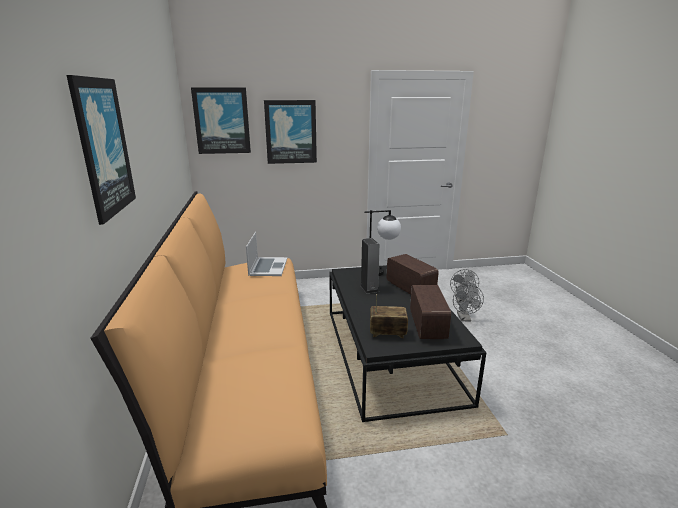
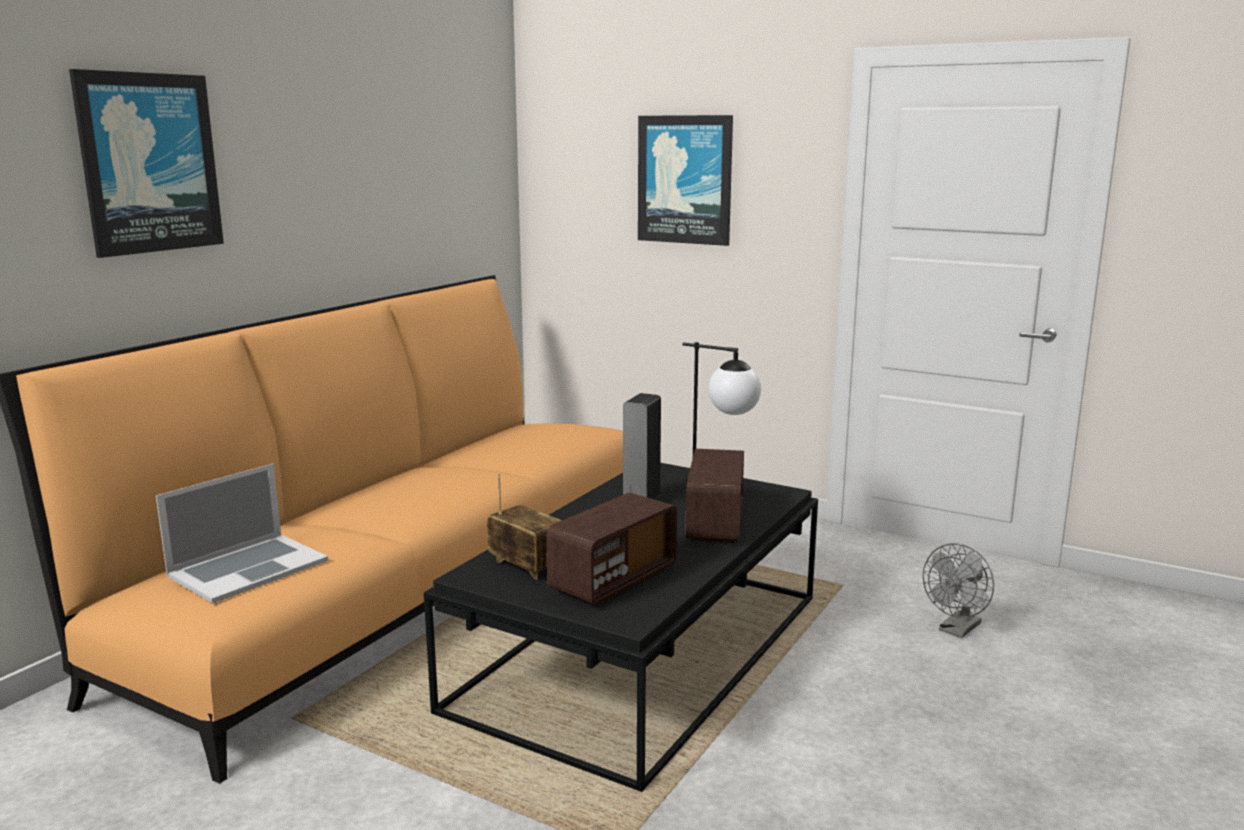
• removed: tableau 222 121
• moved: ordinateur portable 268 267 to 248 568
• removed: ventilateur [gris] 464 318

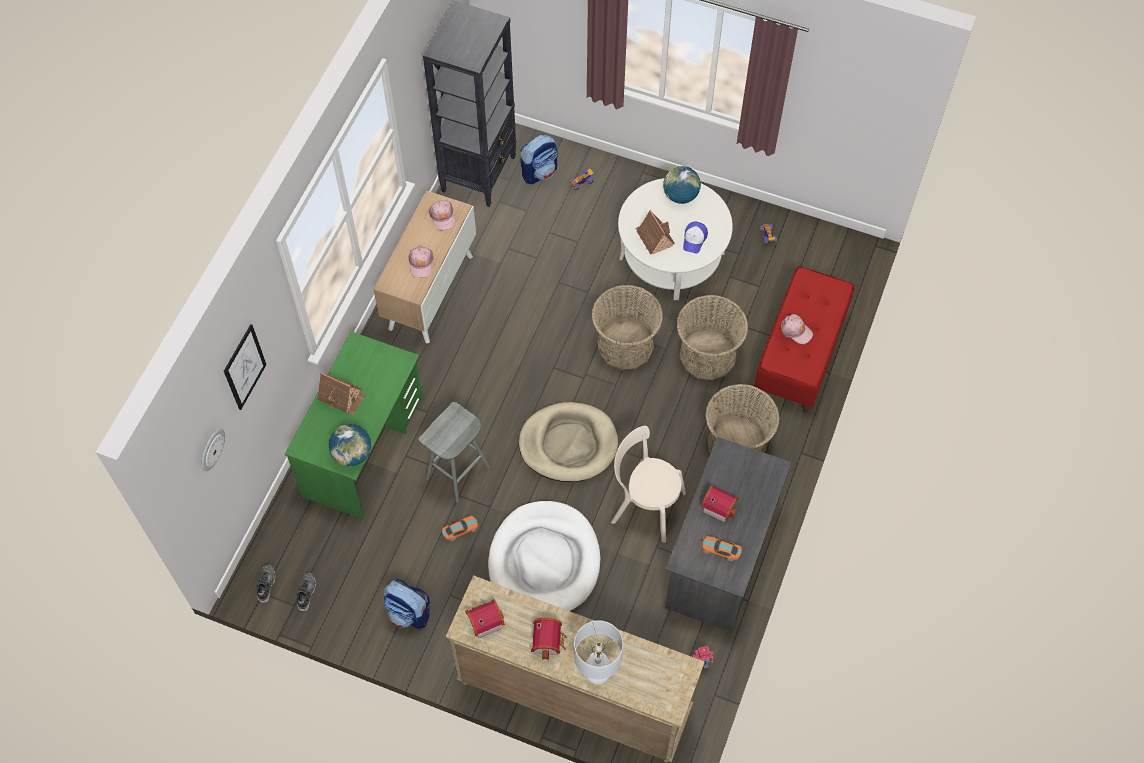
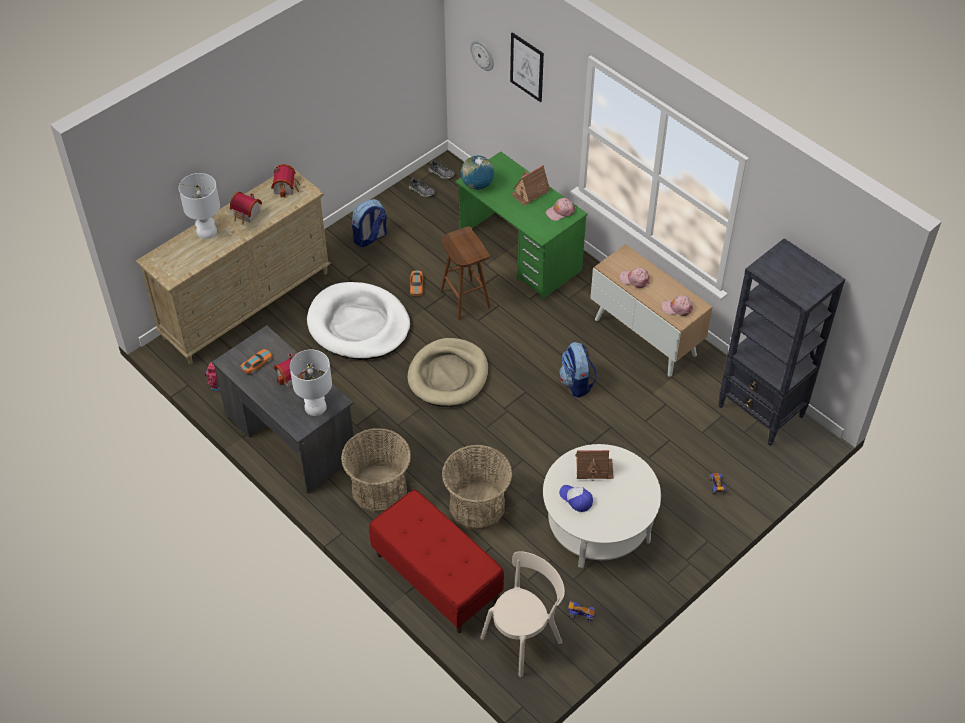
• recoloured: tabouret [gris] 457 473 to tabouret [marron] 464 299
• moved: sac à dos 539 172 to 576 383
• removed: panier 625 345
• moved: chaise [beige] 644 505 to 524 637
• removed: globe 680 196
• moved: casquette [rose] 796 331 to 560 211
• added: lampe de table [blanc] 316 407

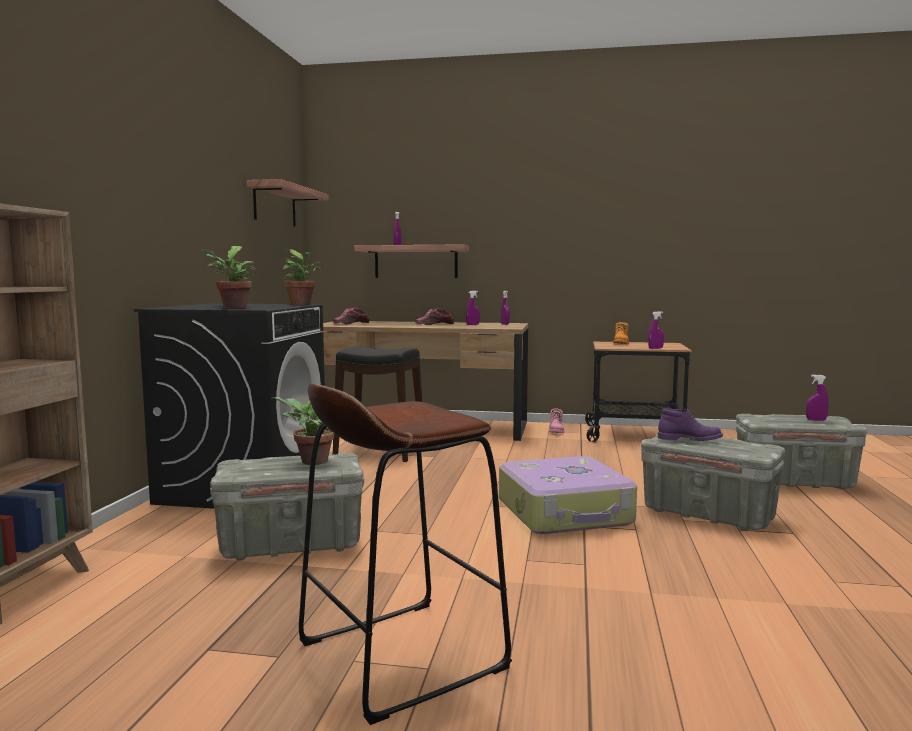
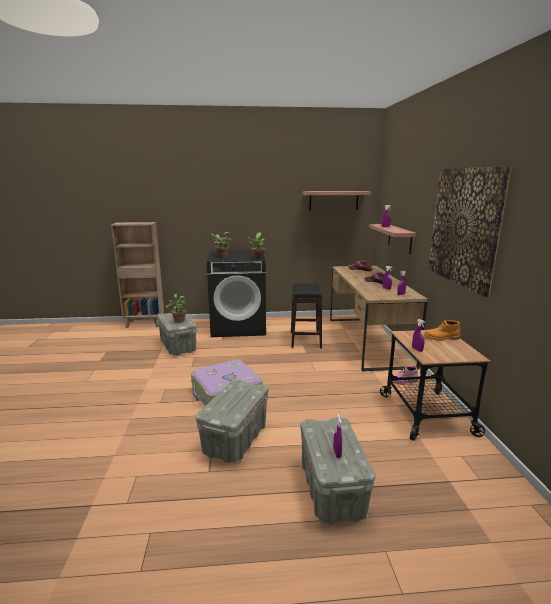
• removed: tabouret [marron] 401 655
• removed: botte [violet] 689 439
• added: tableau 464 227

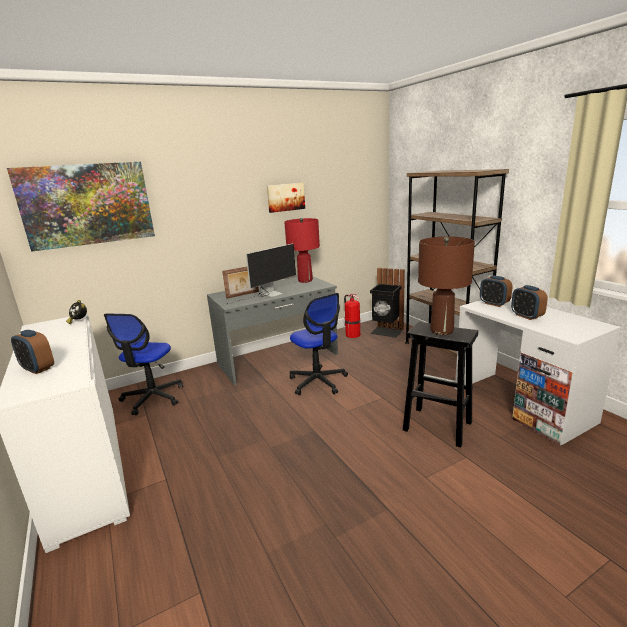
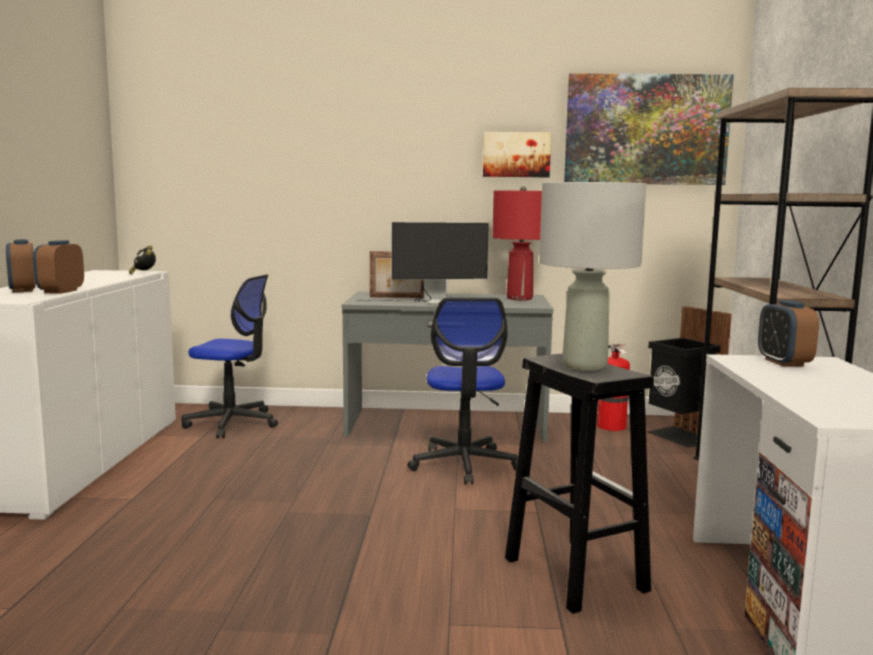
• moved: tableau 87 205 to 646 130
• turned: chaise de bureau 153 398 = 232 423 120 degrees counterclockwise
• recoloured: lampe de table [marron] 441 331 to lampe de table [gris] 584 366
• moved: réveil 526 316 to 60 291

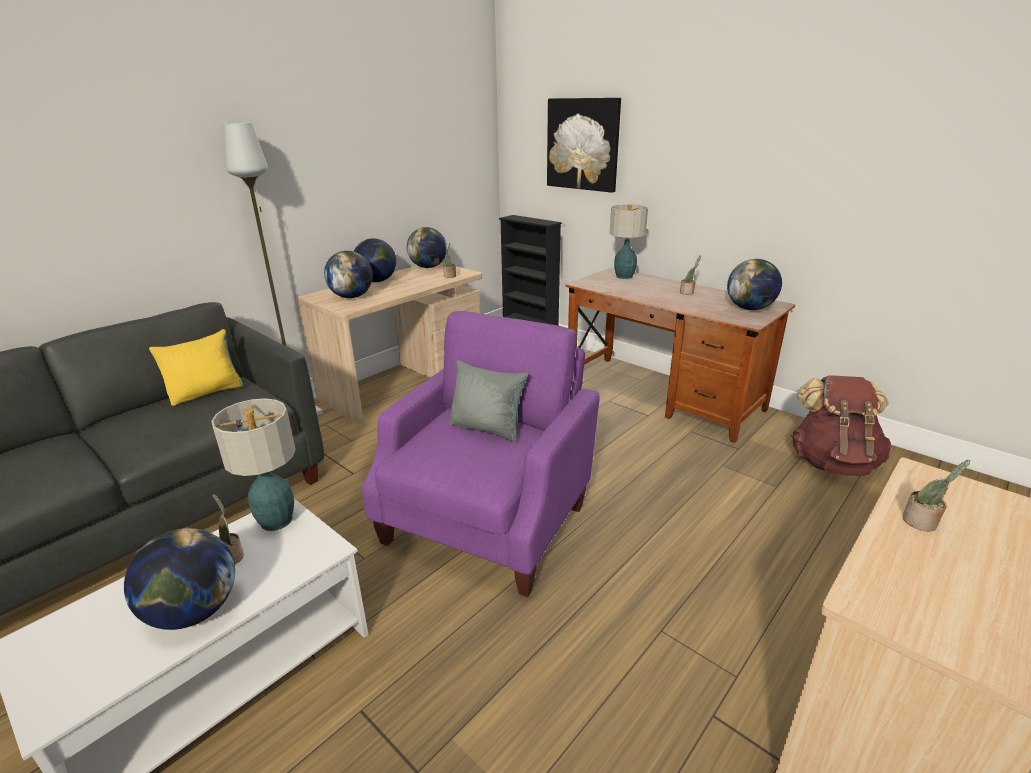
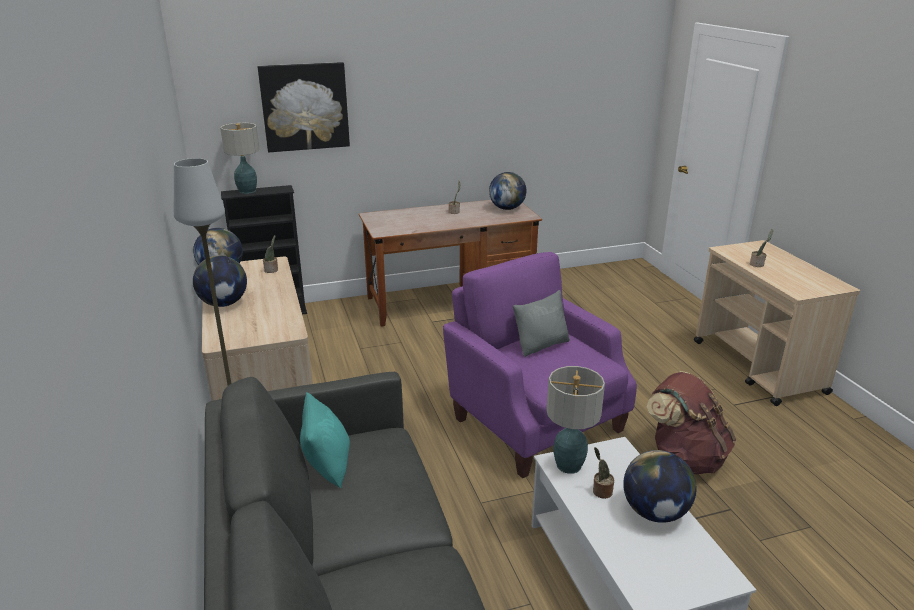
• recoloured: coussin [jaune] 206 392 to coussin [turquoise] 327 465
• removed: globe 352 297
• moved: lampe de table 624 277 to 247 191
• moved: sac à dos [marron] 832 462 to 684 458

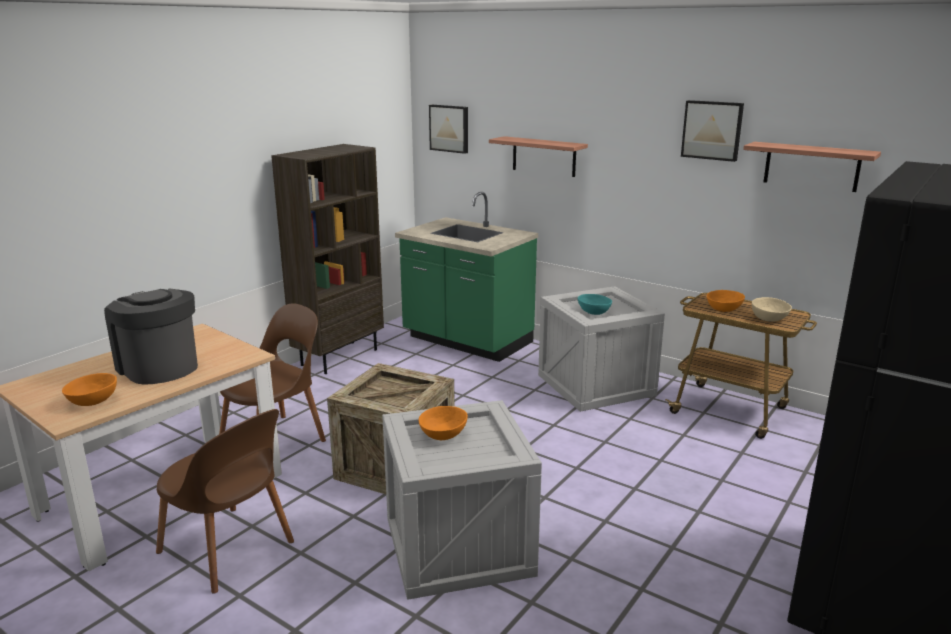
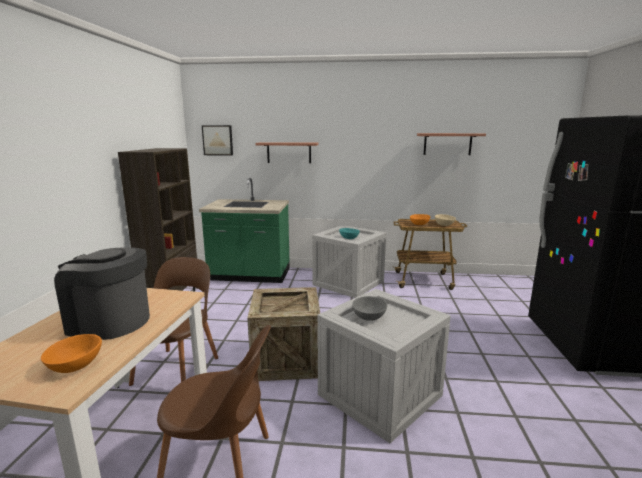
• recoloured: bol [orange] 443 434 to bol [gris] 369 316
• removed: tableau 712 130

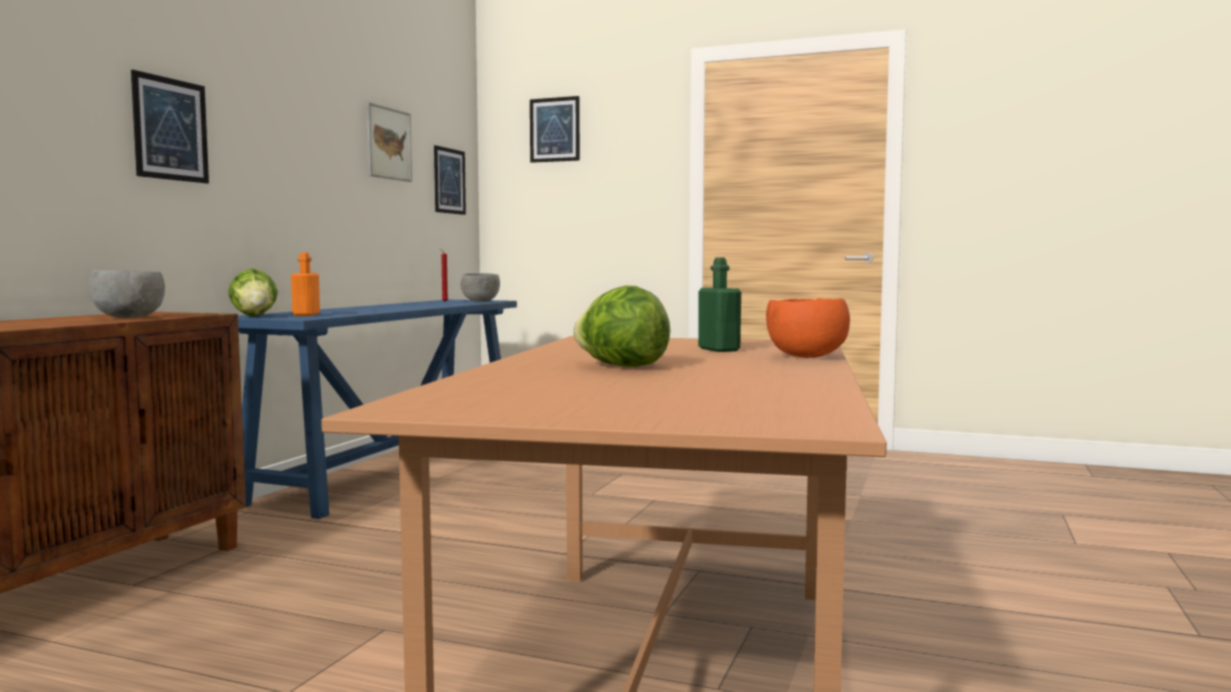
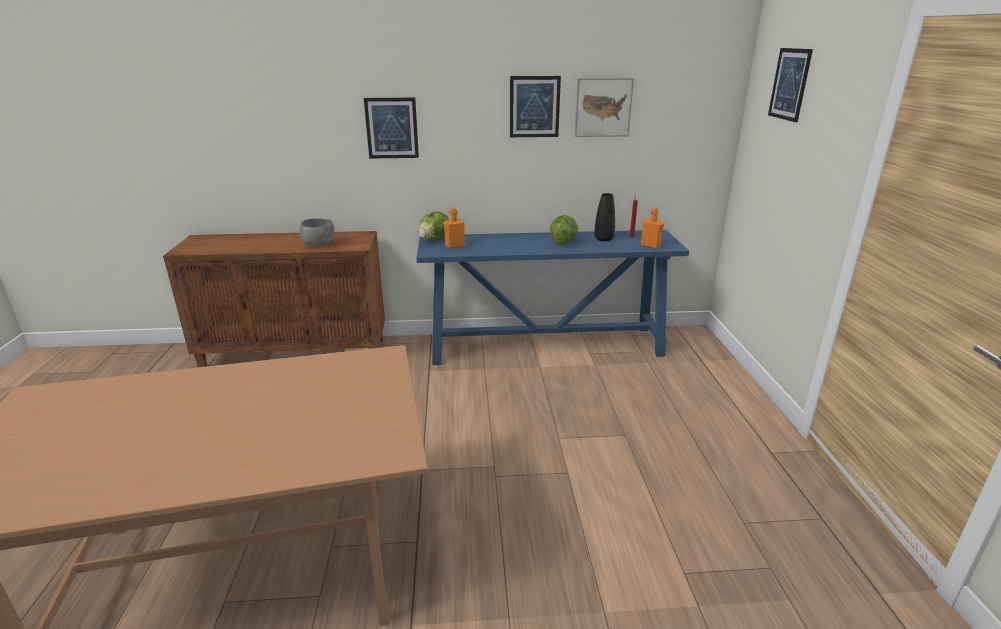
• moved: tableau 449 181 to 534 107
• replaced: bol [gris] 481 301 to bouteille [orange] 650 246
• moved: laitue 622 366 to 563 242
• removed: bouteille [vert] 719 350
• removed: bol [orange] 805 357
• added: vase [noir] 603 239

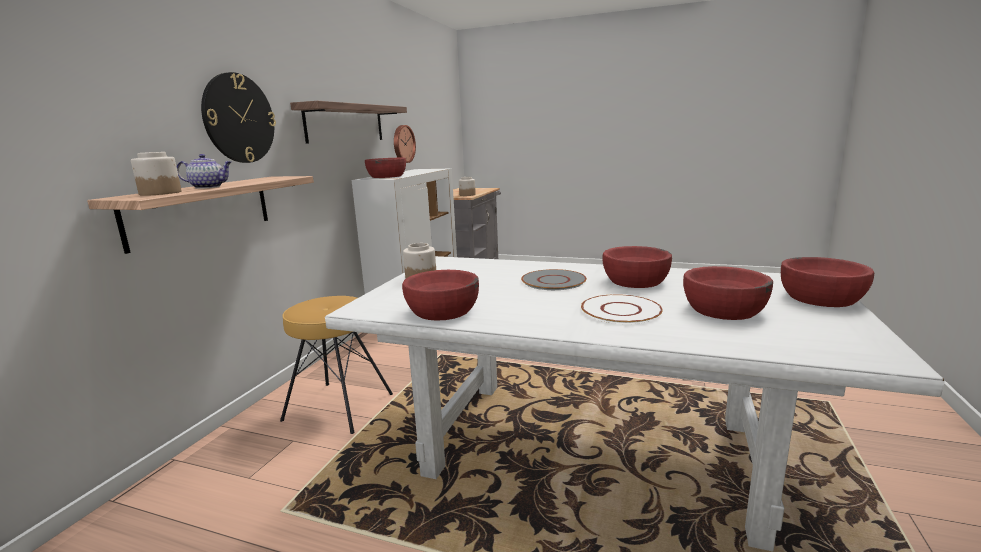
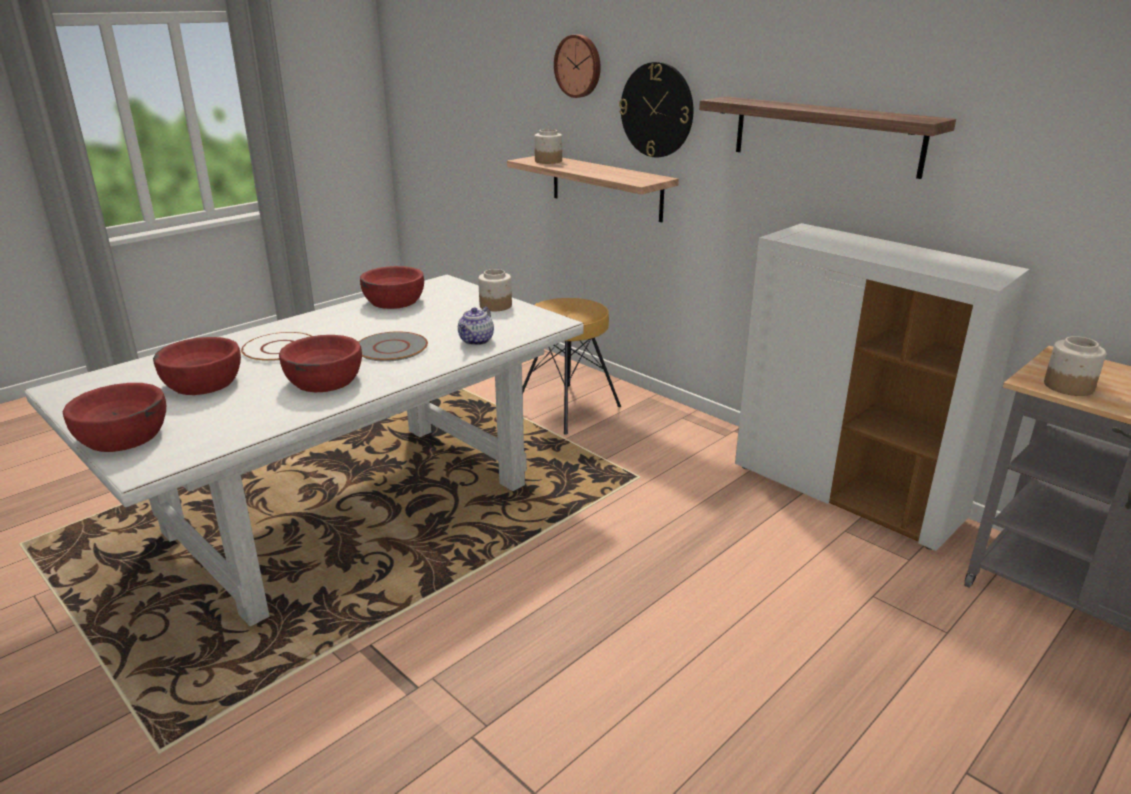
• moved: théière 209 187 to 476 341
• removed: bol [rouge] 387 176
• moved: horloge murale 403 144 to 579 66

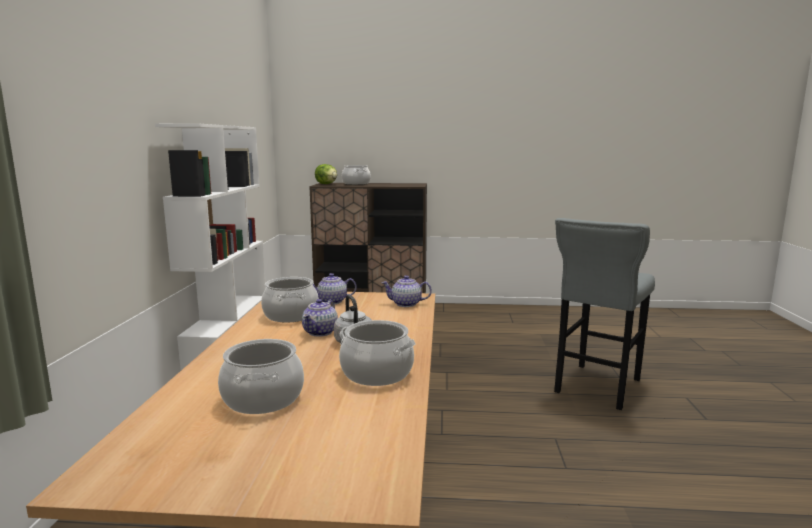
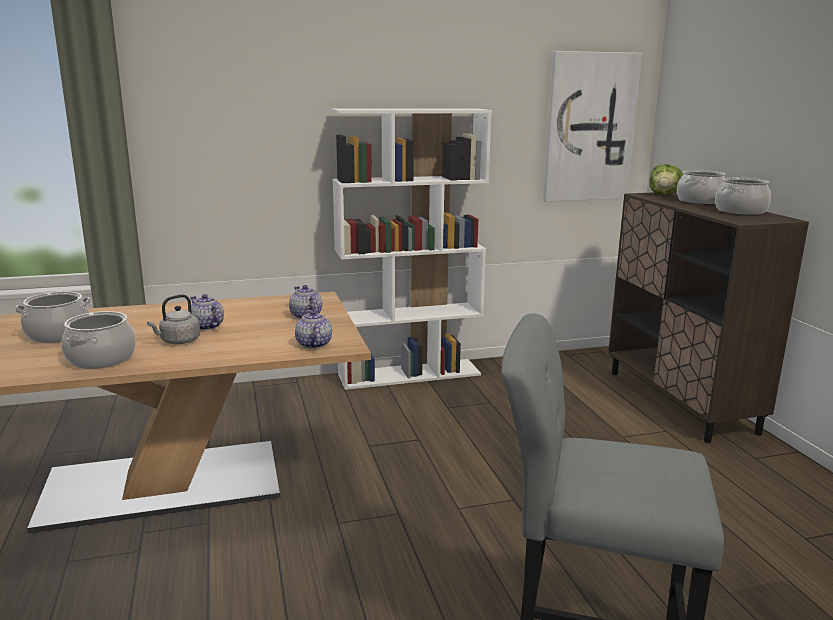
• moved: marmite 290 315 to 740 211
• turned: théière 321 332 = 206 326 45 degrees clockwise
• added: tableau 589 127

